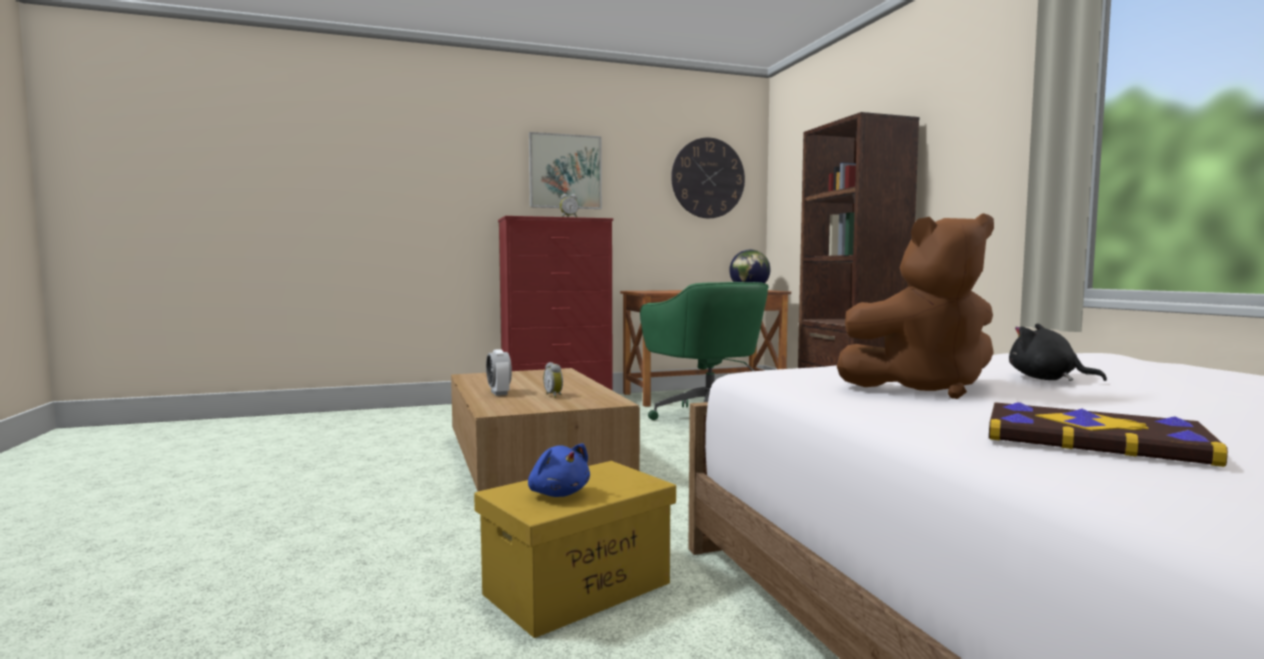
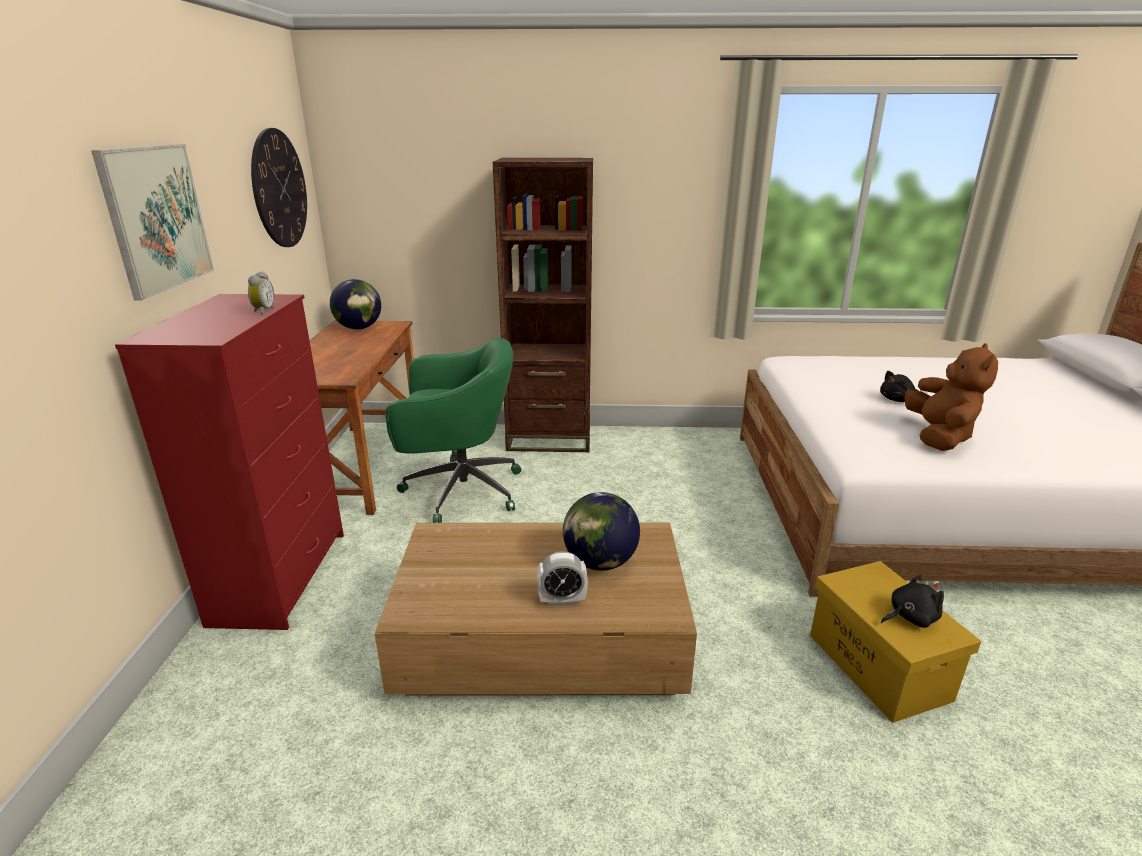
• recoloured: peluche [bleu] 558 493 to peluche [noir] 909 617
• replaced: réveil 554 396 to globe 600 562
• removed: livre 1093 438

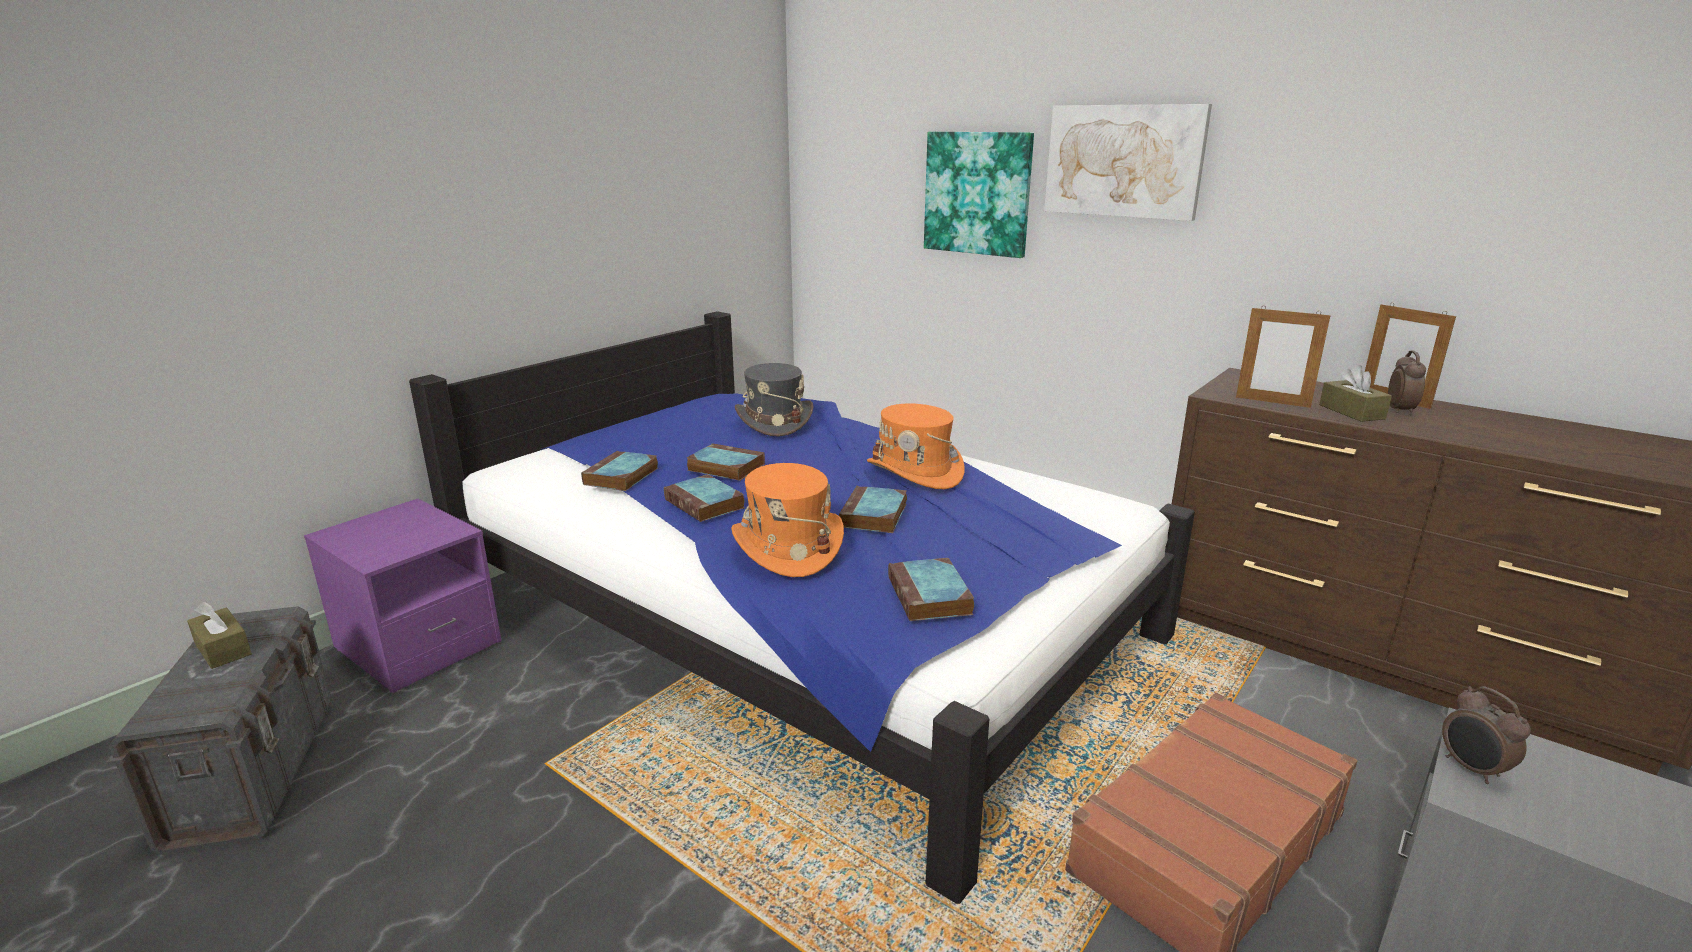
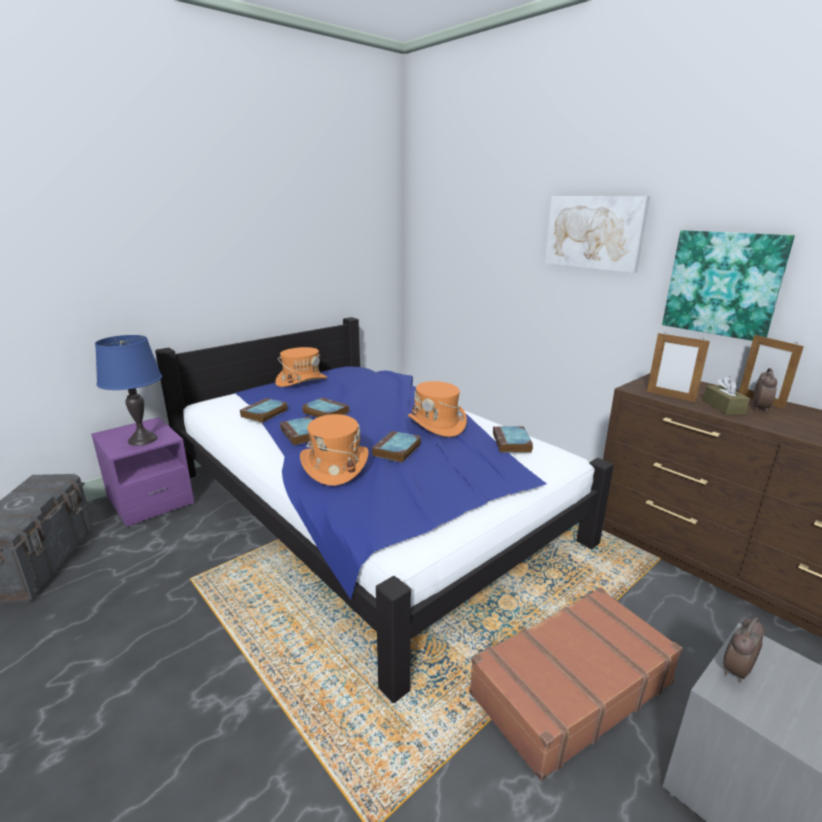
• removed: boîte à mouchoirs [marron] 223 649
• removed: chapeau [gris] 774 422
• moved: livre 930 597 to 512 443
• moved: tableau 978 193 to 723 284
• turned: réveil 1472 769 = 735 671 60 degrees clockwise
• added: lampe de table [bleu] 142 439
• added: chapeau [orange] 301 381

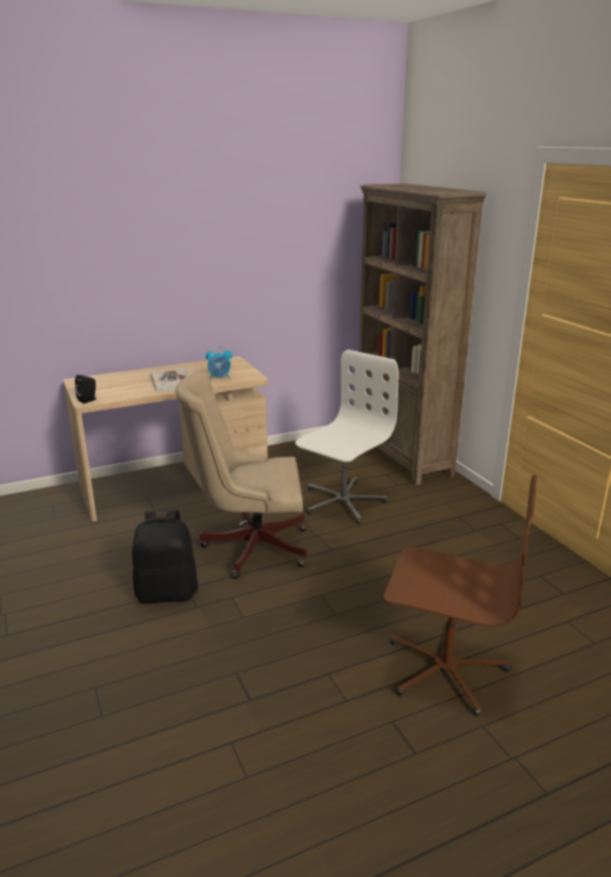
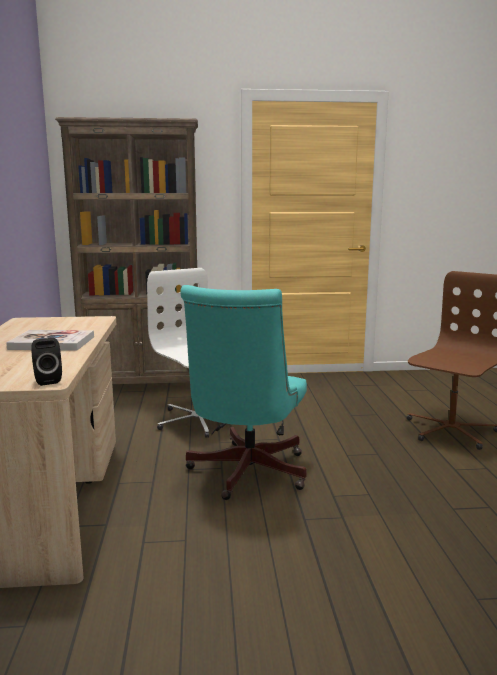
• removed: sac à dos [noir] 167 593
• recoloured: chaise de bureau [beige] 249 546 to chaise de bureau [turquoise] 245 474
• removed: réveil 220 377

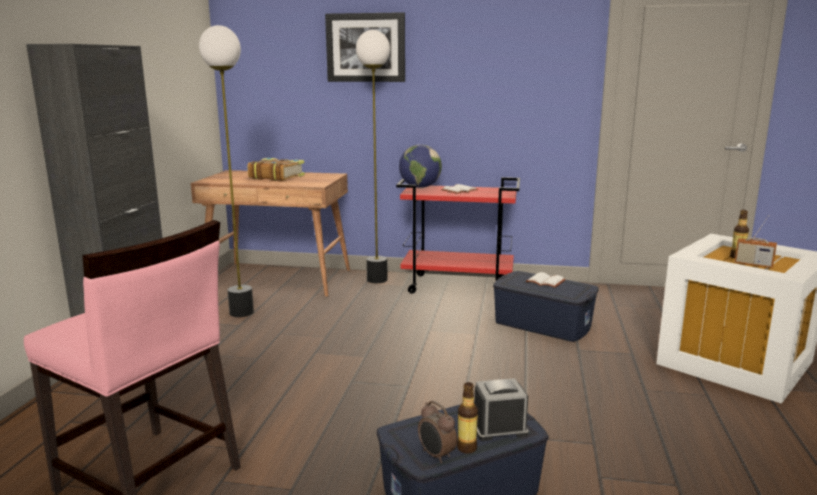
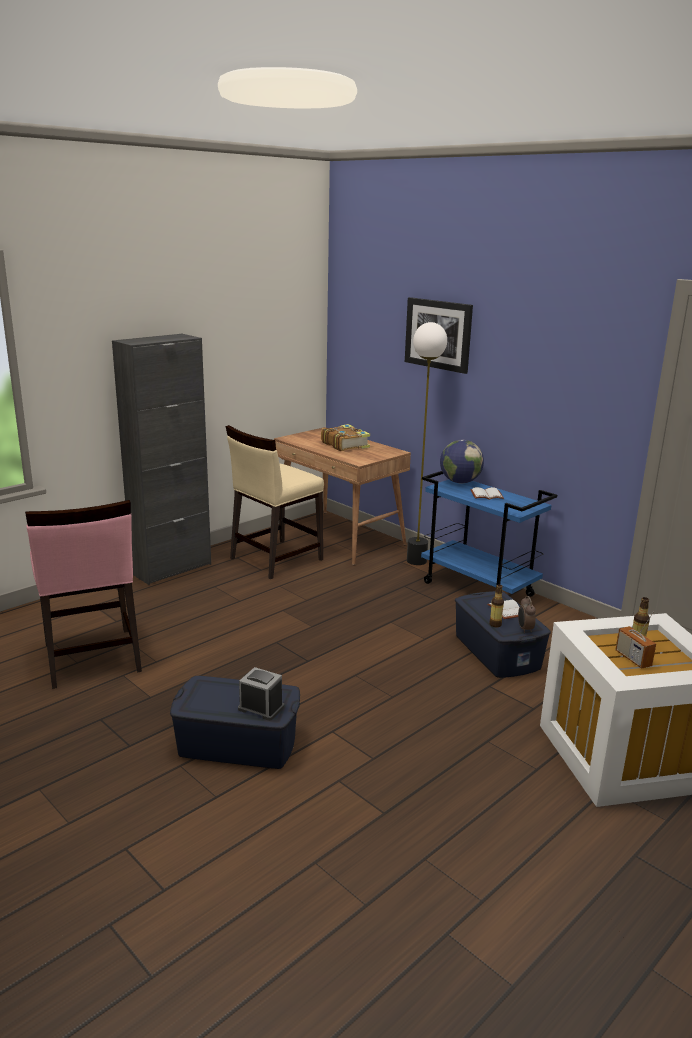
• replaced: lampadaire 241 312 to chaise [beige] 275 559
• recoloured: chariot [rouge] 458 286 to chariot [bleu] 479 589
• moved: réveil 436 455 to 524 629
• moved: bouteille 467 448 to 495 624

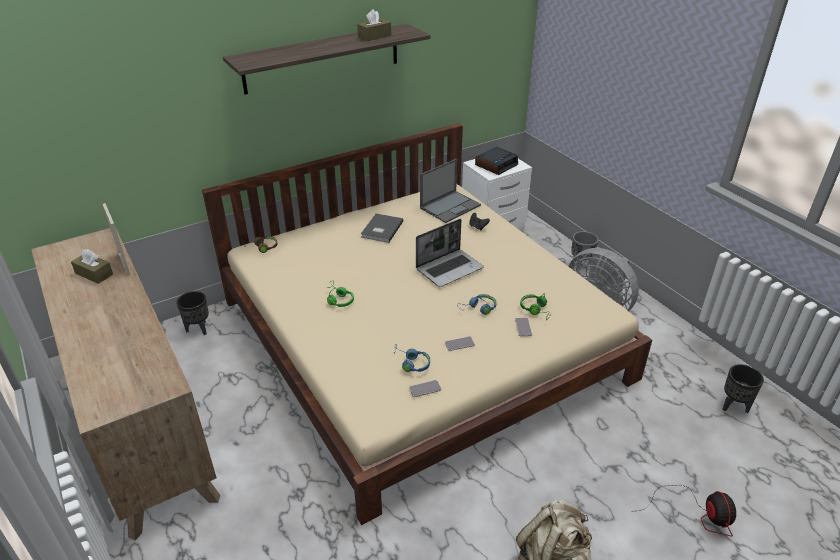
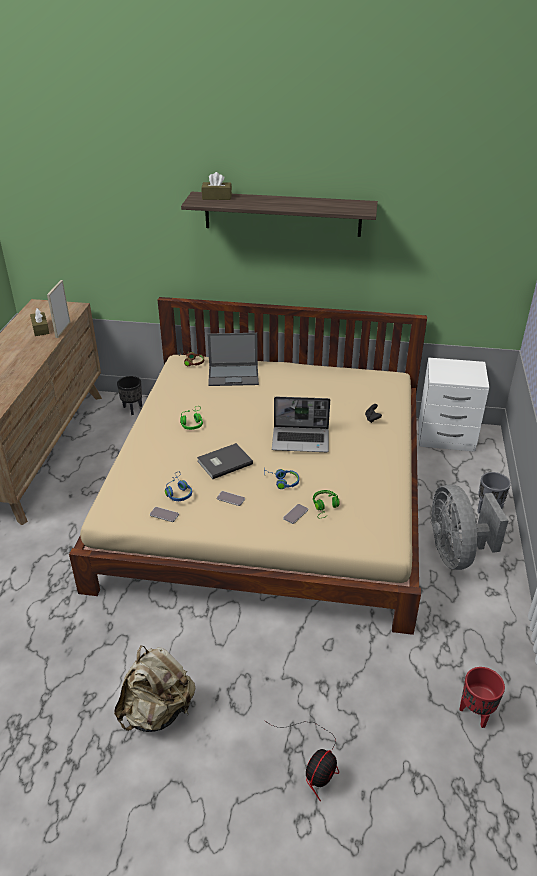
• moved: boîte à mouchoirs [marron] 374 36 to 217 197
• moved: livre [gris] 381 229 to 223 462
• moved: ordinateur portable 450 206 to 234 375
• removed: réveil 496 165
• recoloured: cache-pot [noir] 734 406 to cache-pot [rouge] 476 713

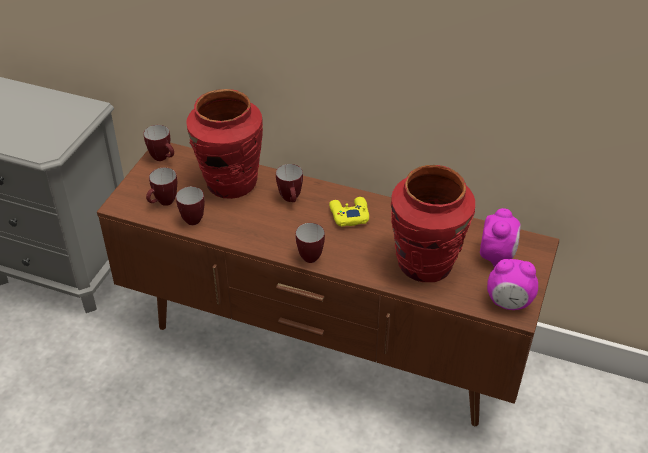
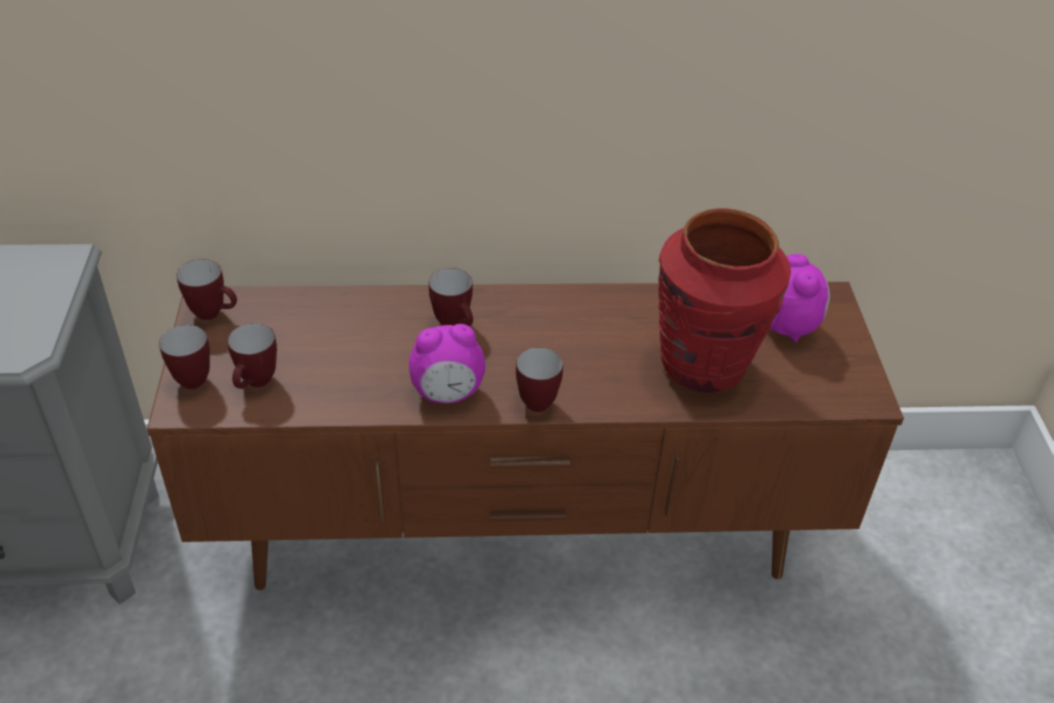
• moved: mug 192 218 to 190 377
• removed: vase [rouge] 230 183
• removed: manette [jaune] 349 215
• moved: réveil 509 303 to 447 393

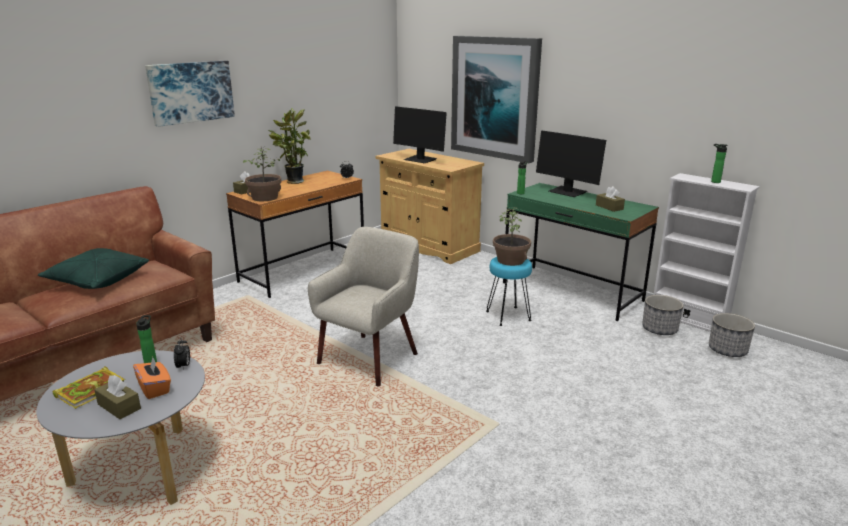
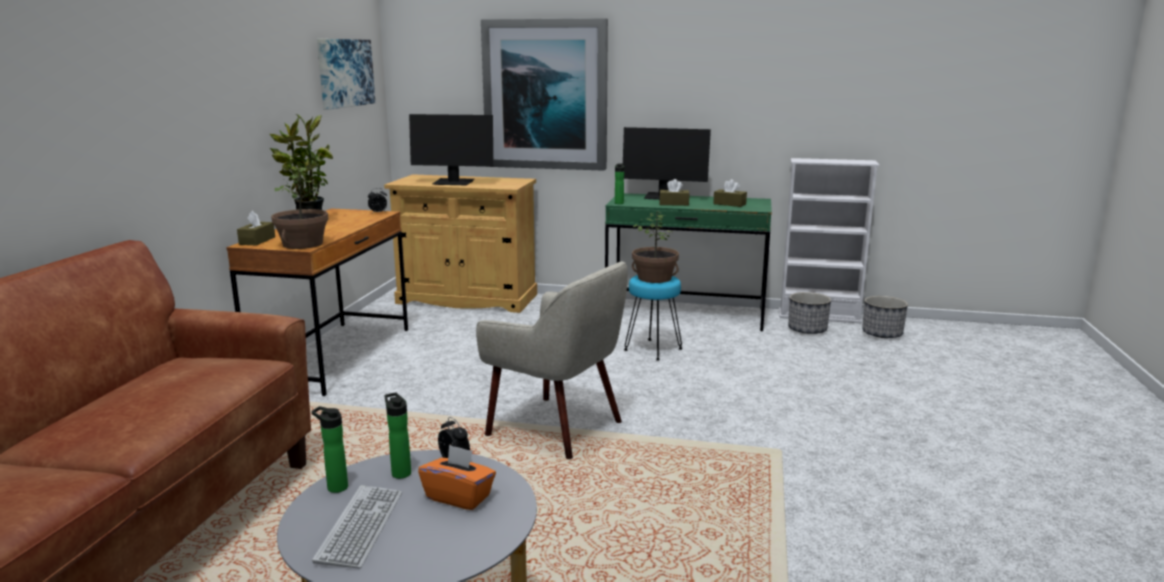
• removed: coussin [vert] 97 281
• replaced: livre 92 389 to clavier 360 527
• moved: boîte à mouchoirs [marron] 119 406 to 674 204
• moved: tableau 191 92 to 344 73
• turned: fauteuil [beige] 370 358 = 557 428 120 degrees clockwise
• moved: bouteille 714 181 to 335 487

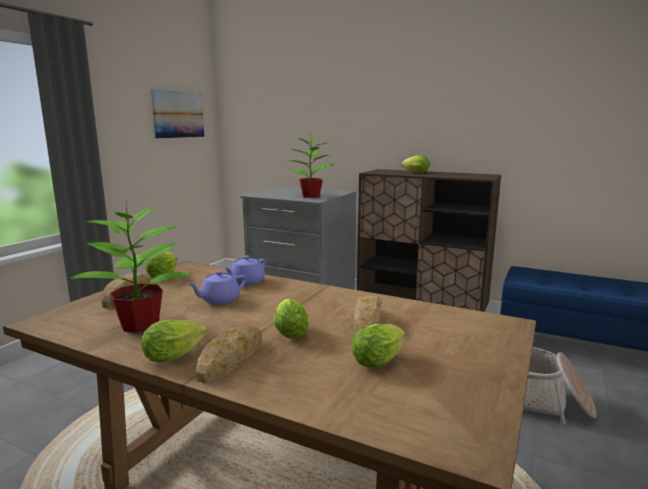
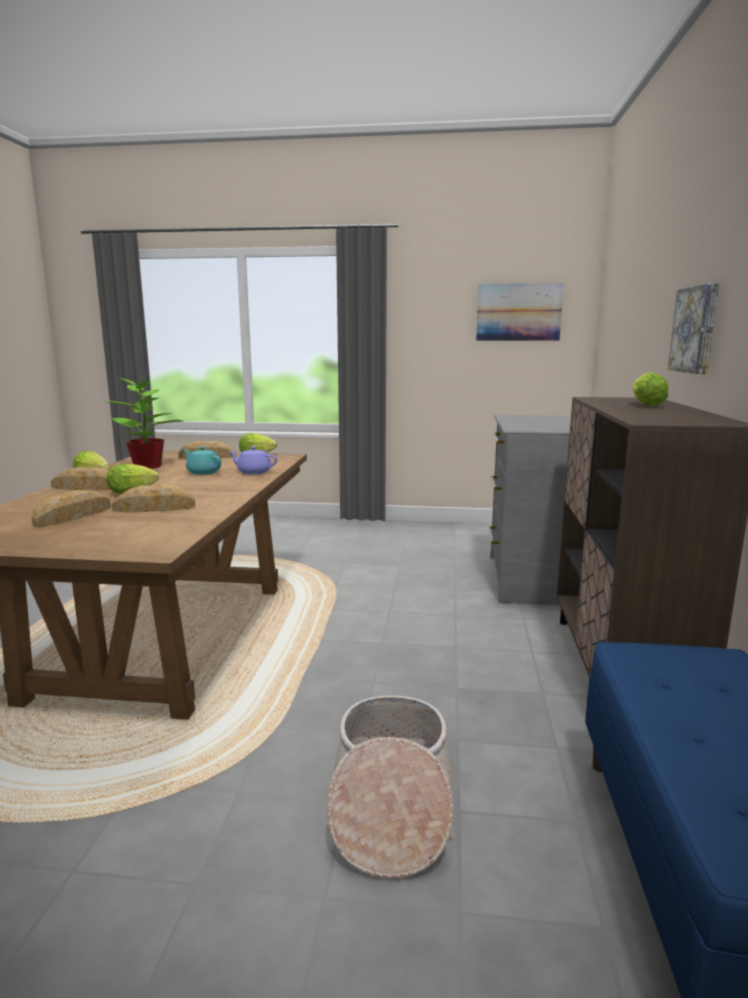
• recoloured: théière [violet] 219 300 to théière [turquoise] 203 472
• removed: plante en pot 310 196
• replaced: laitue 380 360 to pain 73 516
• added: tableau 696 330

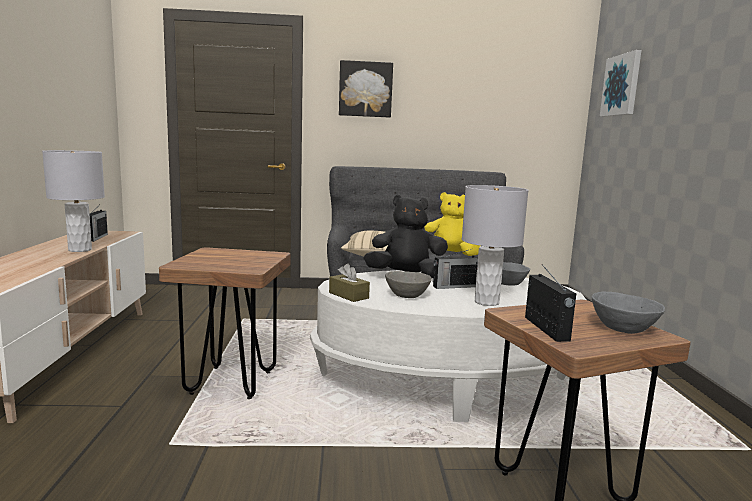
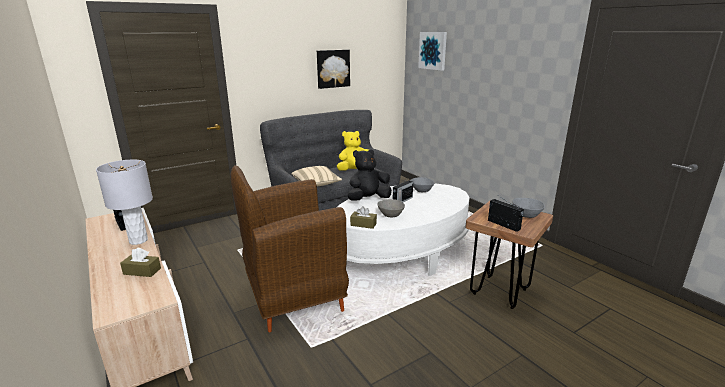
• replaced: tabouret [marron] 231 383 to fauteuil [marron] 293 297
• moved: tableau 365 89 to 332 68
• removed: lampe de table [gris] 486 302
• added: boîte à mouchoirs [marron] 142 271

